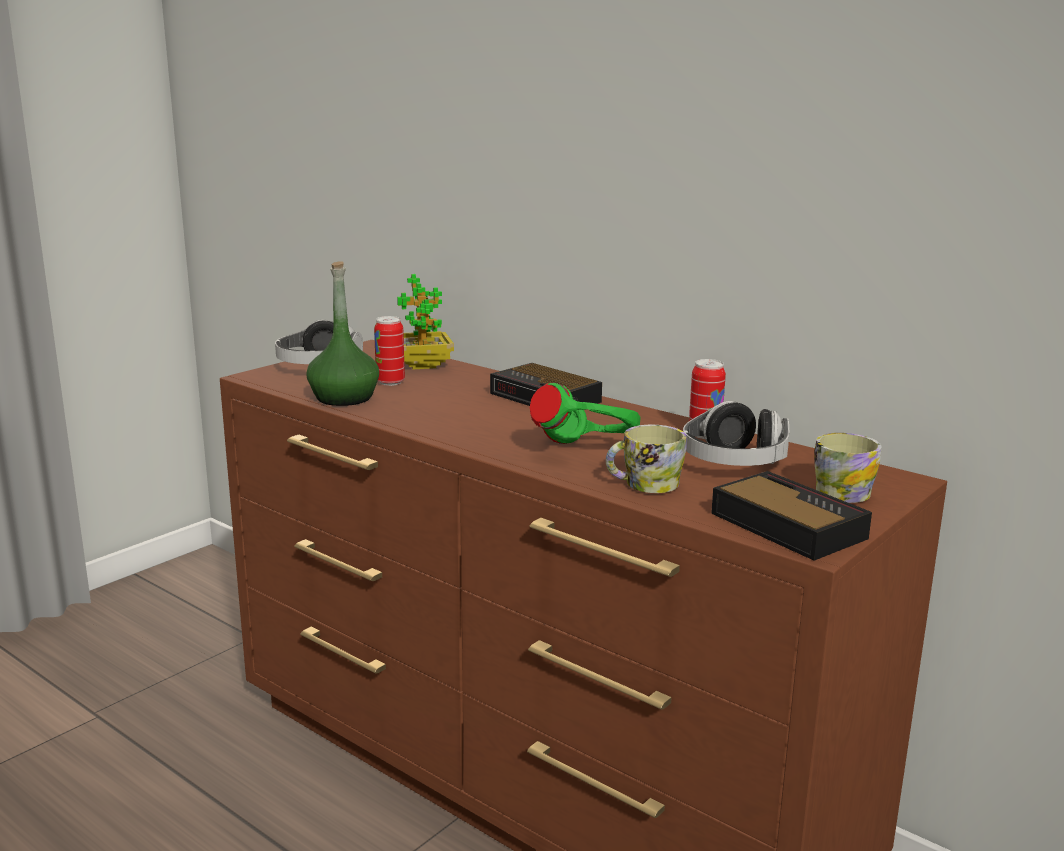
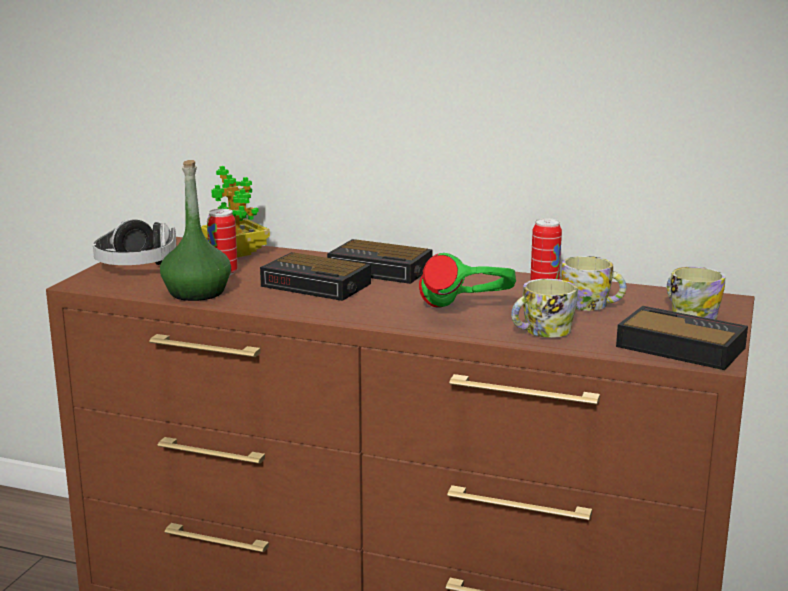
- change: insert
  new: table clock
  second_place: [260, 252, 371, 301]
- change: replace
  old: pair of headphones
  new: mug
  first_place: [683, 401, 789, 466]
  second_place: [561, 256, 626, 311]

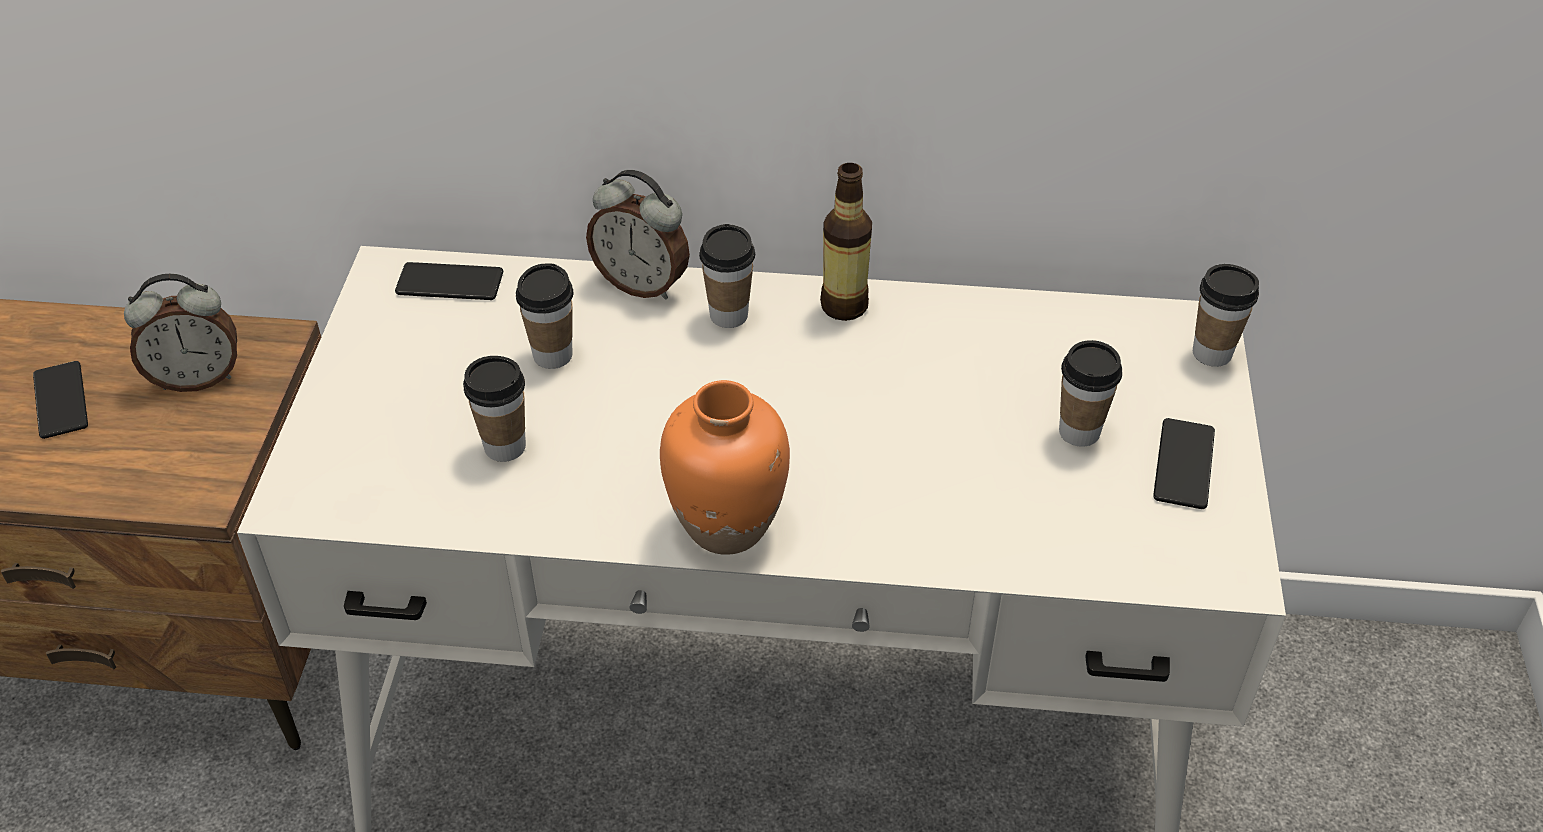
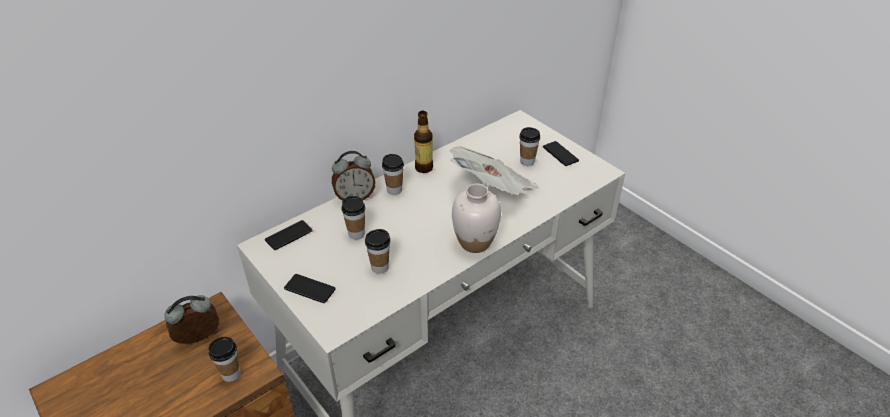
- change: insert
  new: printed paper
  second_place: [449, 146, 537, 196]
- change: move
  old: phone
  first_place: [33, 361, 88, 439]
  second_place: [284, 274, 336, 303]
- change: move
  old: drinking cup
  first_place: [1193, 264, 1259, 367]
  second_place: [209, 337, 241, 382]
- change: recolor
  old: orangey vase
  new: white-coloured vase
  first_place: [660, 380, 790, 555]
  second_place: [452, 184, 501, 253]
- change: rotate
  old: table clock
  first_place: [124, 274, 237, 392]
  second_place: [164, 295, 219, 344]
  degrees: -150

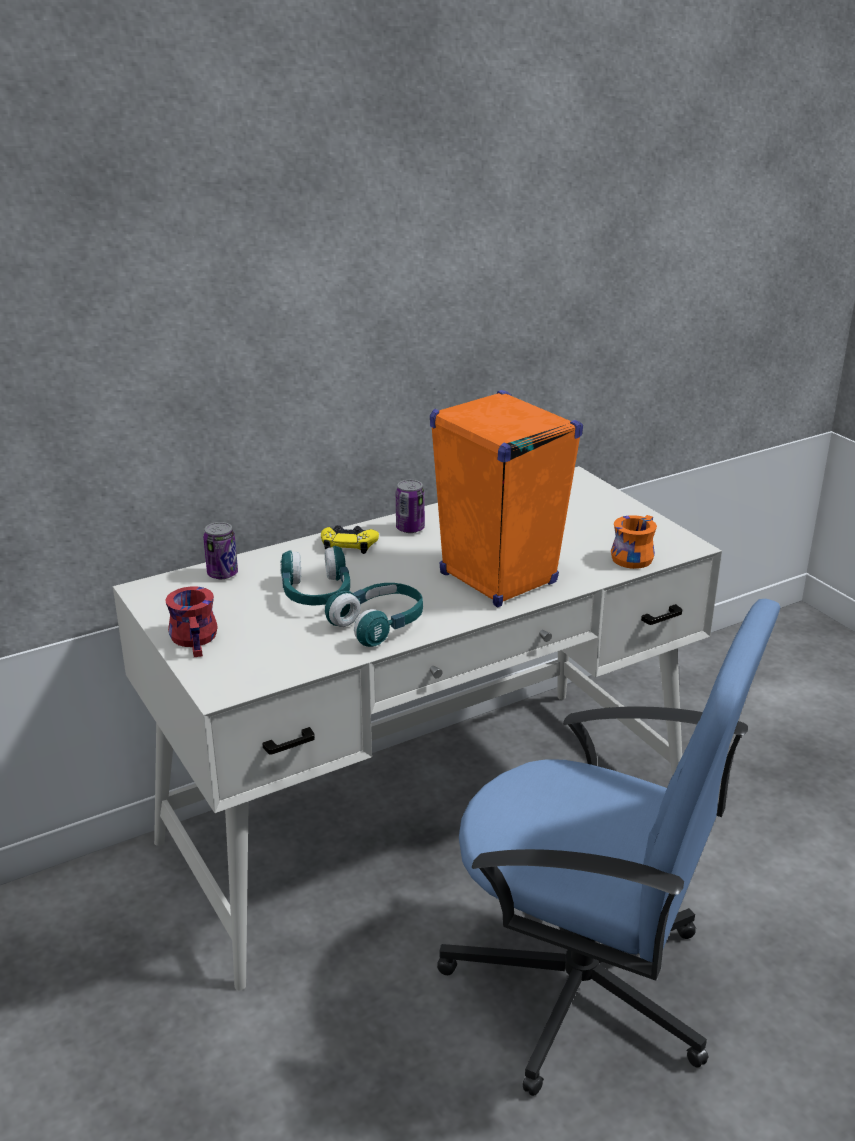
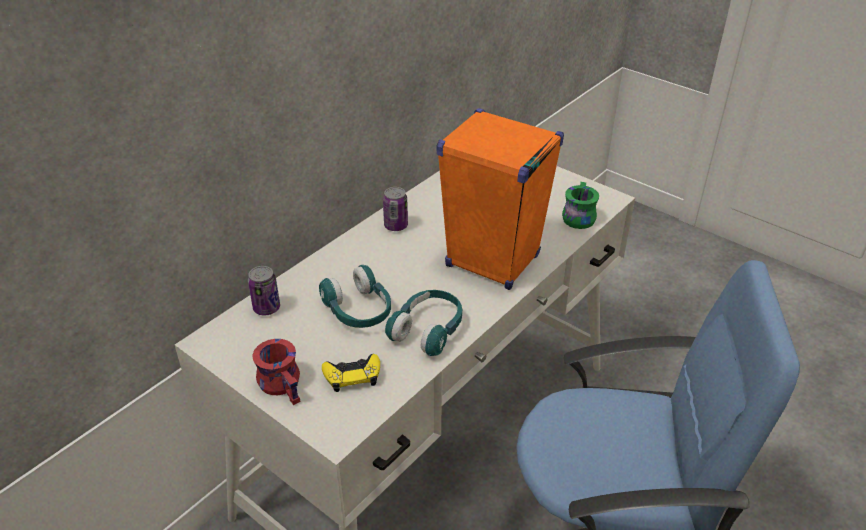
- change: move
  old: yellow-coloured gamepad
  first_place: [321, 525, 379, 554]
  second_place: [322, 354, 380, 392]
- change: recolor
  old: orangey mug
  new: green-coloured mug
  first_place: [611, 515, 657, 569]
  second_place: [562, 182, 599, 229]

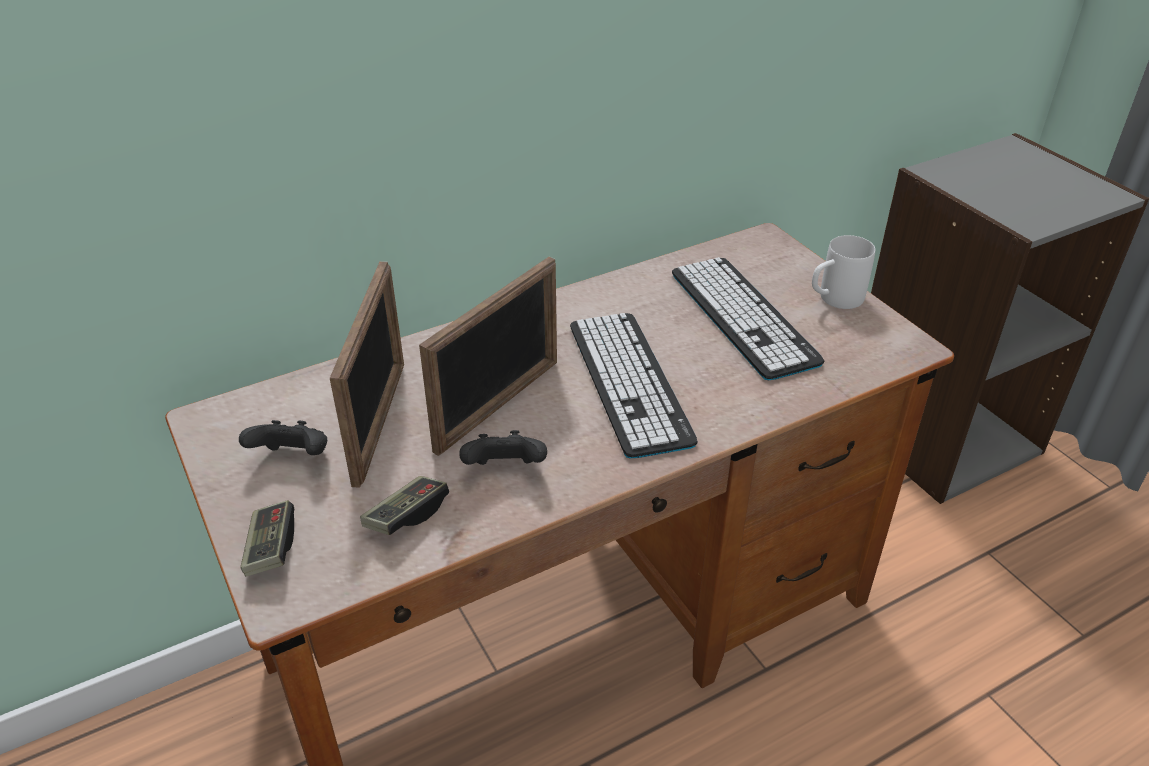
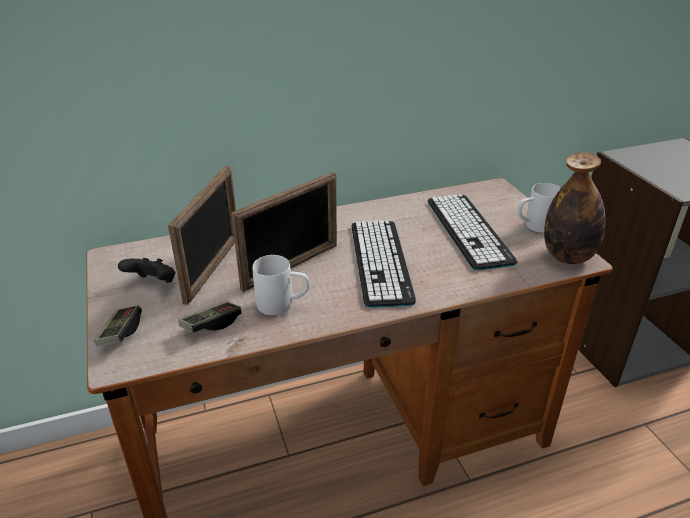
- change: insert
  new: beverage bottle
  second_place: [544, 152, 605, 264]
- change: replace
  old: black gamepad
  new: white-coloured mug
  first_place: [459, 430, 547, 465]
  second_place: [253, 255, 309, 315]

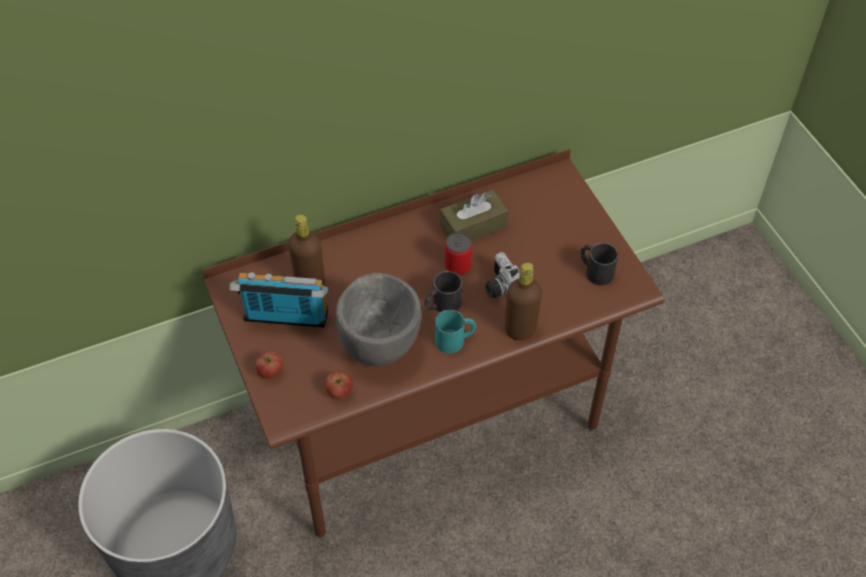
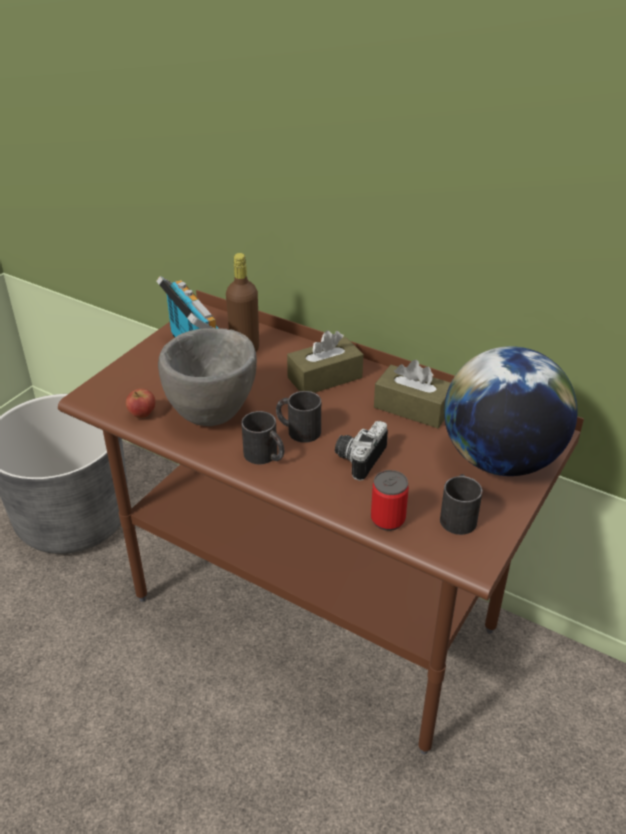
- change: delete
  old: apple fruit
  first_place: [255, 351, 283, 379]
- change: delete
  old: brownish beverage bottle
  first_place: [505, 262, 542, 340]
- change: insert
  new: brownish tissue holder
  second_place: [287, 331, 363, 393]
- change: insert
  new: desk globe
  second_place: [444, 346, 577, 476]
- change: move
  old: metal can
  first_place: [445, 232, 472, 275]
  second_place: [371, 470, 409, 531]
- change: recolor
  old: turquoise mug
  new: black mug
  first_place: [435, 310, 476, 353]
  second_place: [241, 411, 284, 464]

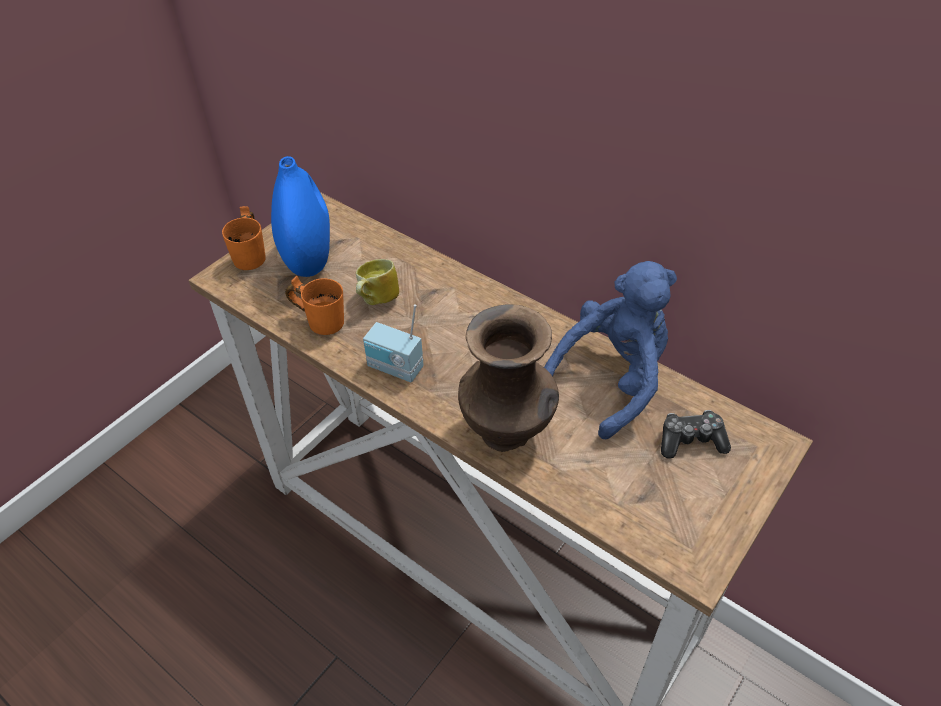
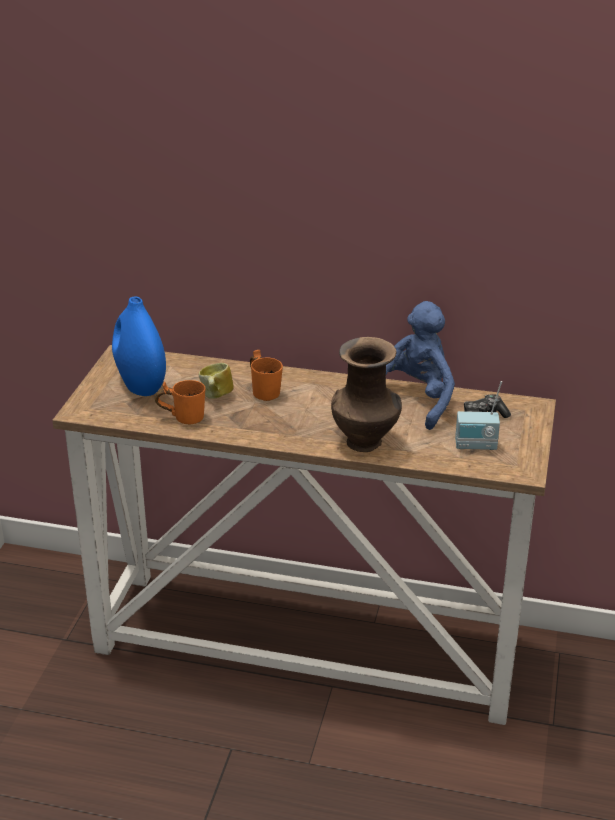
- change: move
  old: orangey mug
  first_place: [222, 206, 266, 270]
  second_place: [250, 350, 283, 401]
- change: move
  old: radio receiver
  first_place: [363, 304, 424, 382]
  second_place: [455, 381, 502, 450]

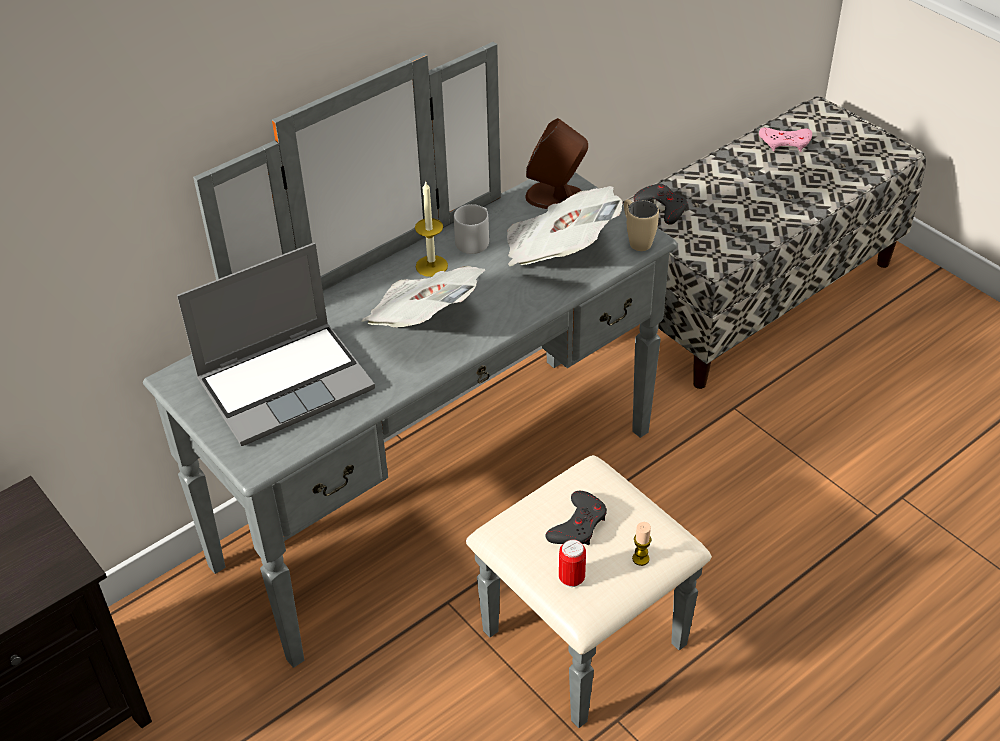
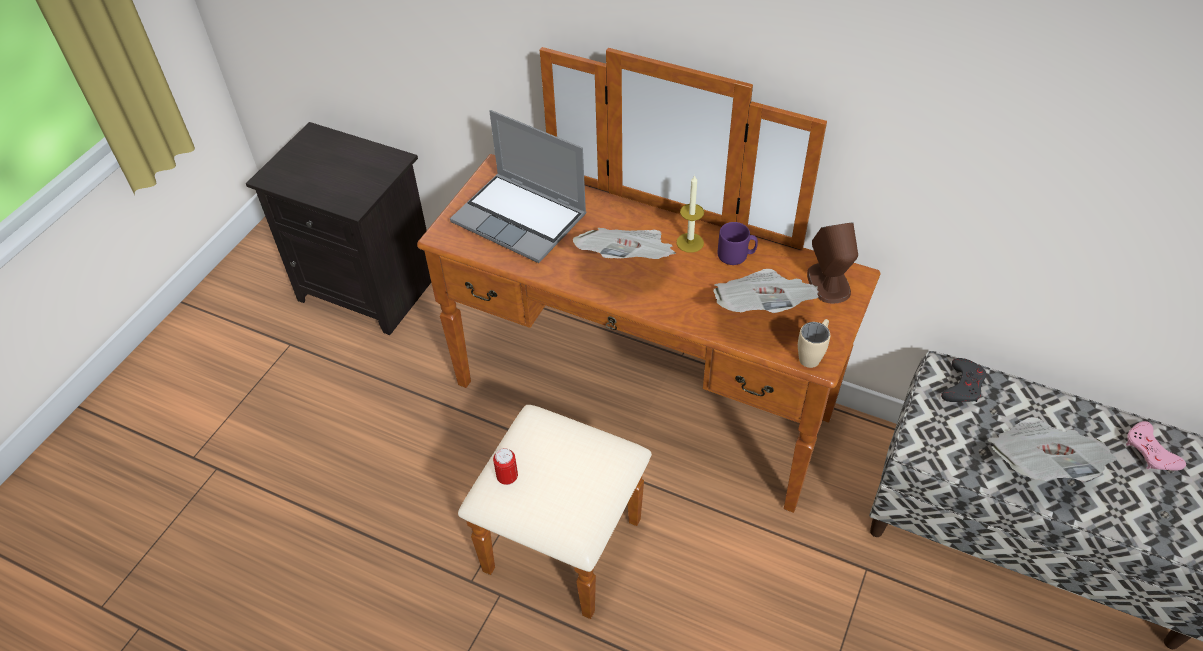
- change: delete
  old: greyish gamepad
  first_place: [545, 491, 607, 545]
- change: delete
  old: wax light
  first_place: [632, 522, 652, 566]
- change: insert
  new: printed paper
  second_place: [988, 417, 1117, 482]
- change: recolor
  old: greyish dresser
  new: brownish dresser
  first_place: [143, 42, 712, 728]
  second_place: [417, 47, 881, 619]
- change: recolor
  old: greyish mug
  new: purple mug
  first_place: [454, 204, 489, 254]
  second_place: [718, 222, 758, 265]

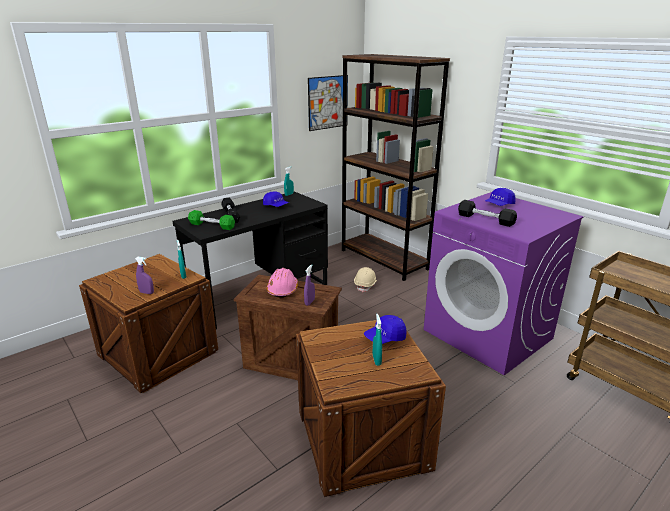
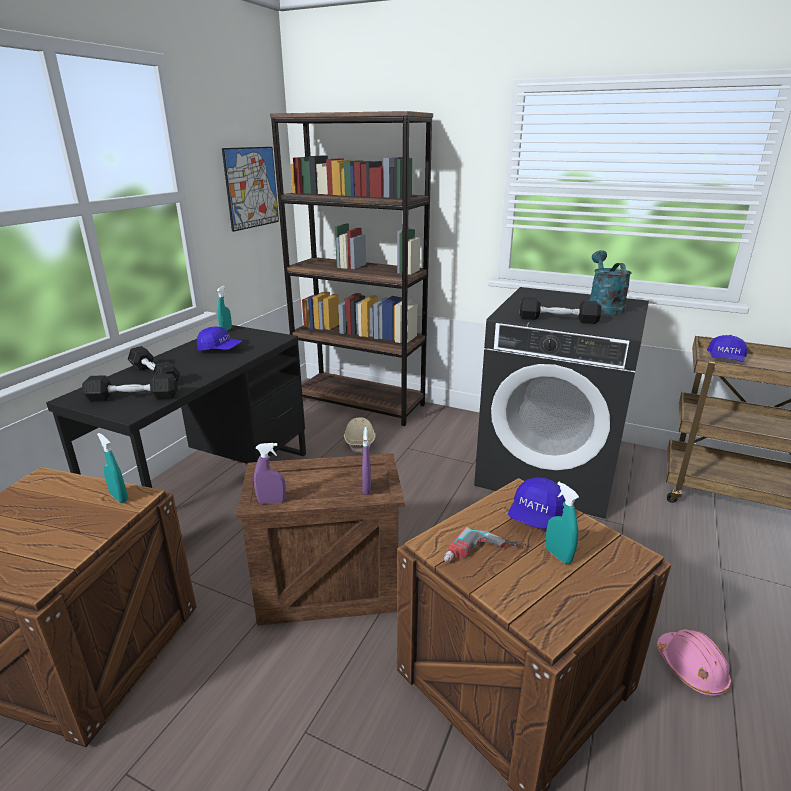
- change: insert
  new: electric drill
  second_place: [444, 527, 526, 562]
- change: insert
  new: turquoise watering can
  second_place: [589, 250, 632, 315]
- change: move
  old: purple sprayer
  first_place: [135, 257, 154, 294]
  second_place: [254, 443, 286, 504]
- change: move
  old: pink-coloured hard hat
  first_place: [267, 268, 298, 298]
  second_place: [657, 629, 732, 696]
- change: move
  old: blue-coloured cap
  first_place: [485, 188, 516, 206]
  second_place: [707, 335, 747, 362]
- change: recolor
  old: green-coloured dumbbell
  new: black dumbbell
  first_place: [188, 210, 235, 230]
  second_place: [82, 374, 178, 402]
- change: recolor
  old: purple laundry machine
  new: black laundry machine
  first_place: [424, 192, 584, 375]
  second_place: [474, 287, 649, 519]

